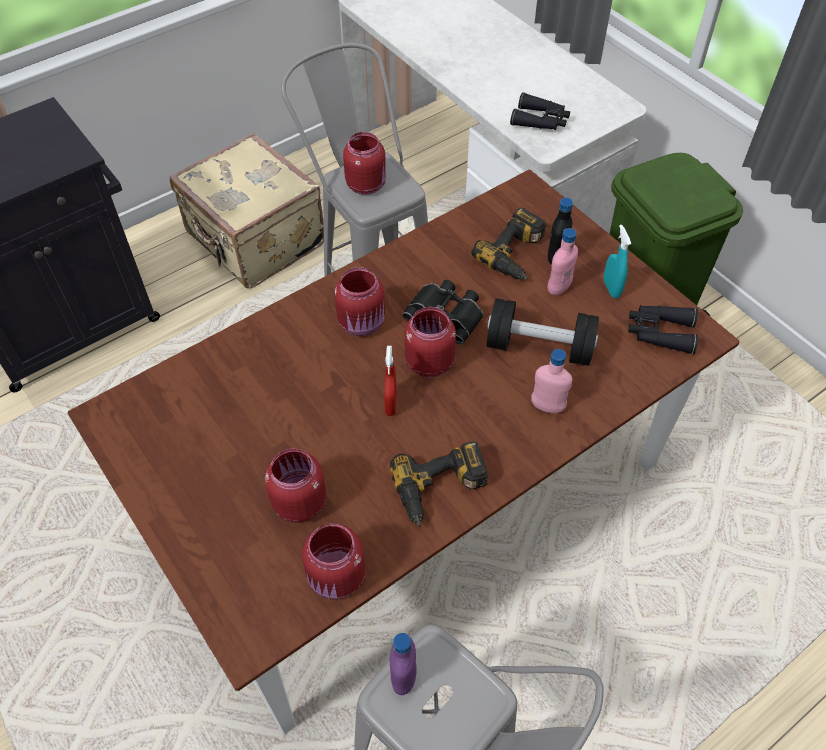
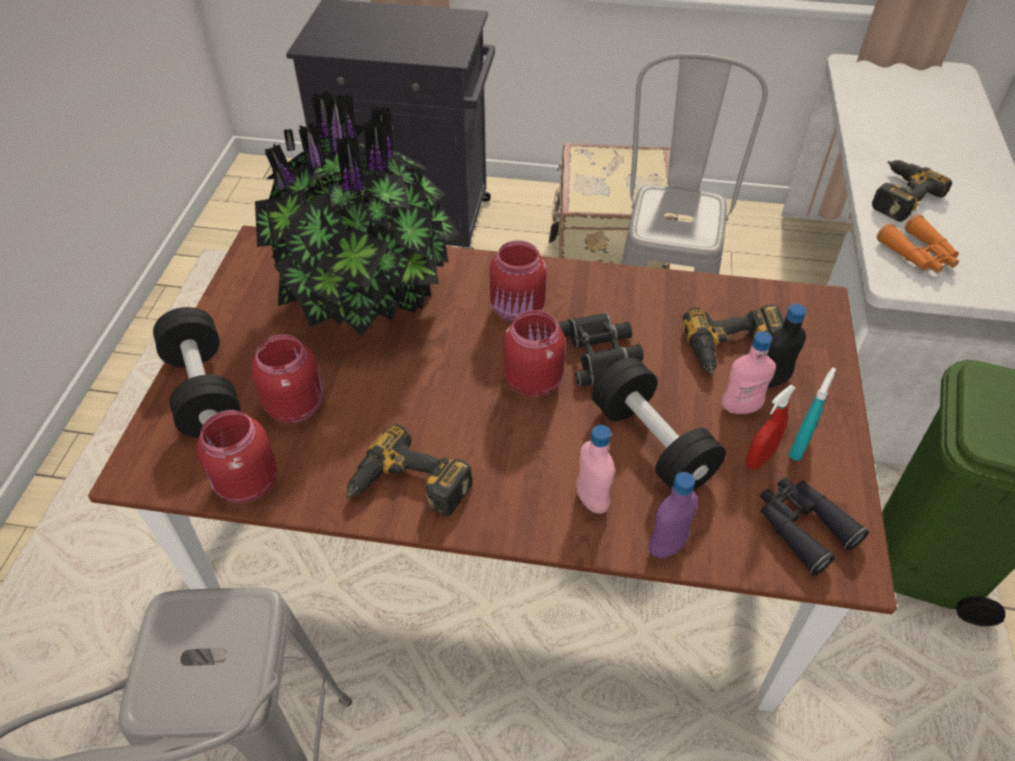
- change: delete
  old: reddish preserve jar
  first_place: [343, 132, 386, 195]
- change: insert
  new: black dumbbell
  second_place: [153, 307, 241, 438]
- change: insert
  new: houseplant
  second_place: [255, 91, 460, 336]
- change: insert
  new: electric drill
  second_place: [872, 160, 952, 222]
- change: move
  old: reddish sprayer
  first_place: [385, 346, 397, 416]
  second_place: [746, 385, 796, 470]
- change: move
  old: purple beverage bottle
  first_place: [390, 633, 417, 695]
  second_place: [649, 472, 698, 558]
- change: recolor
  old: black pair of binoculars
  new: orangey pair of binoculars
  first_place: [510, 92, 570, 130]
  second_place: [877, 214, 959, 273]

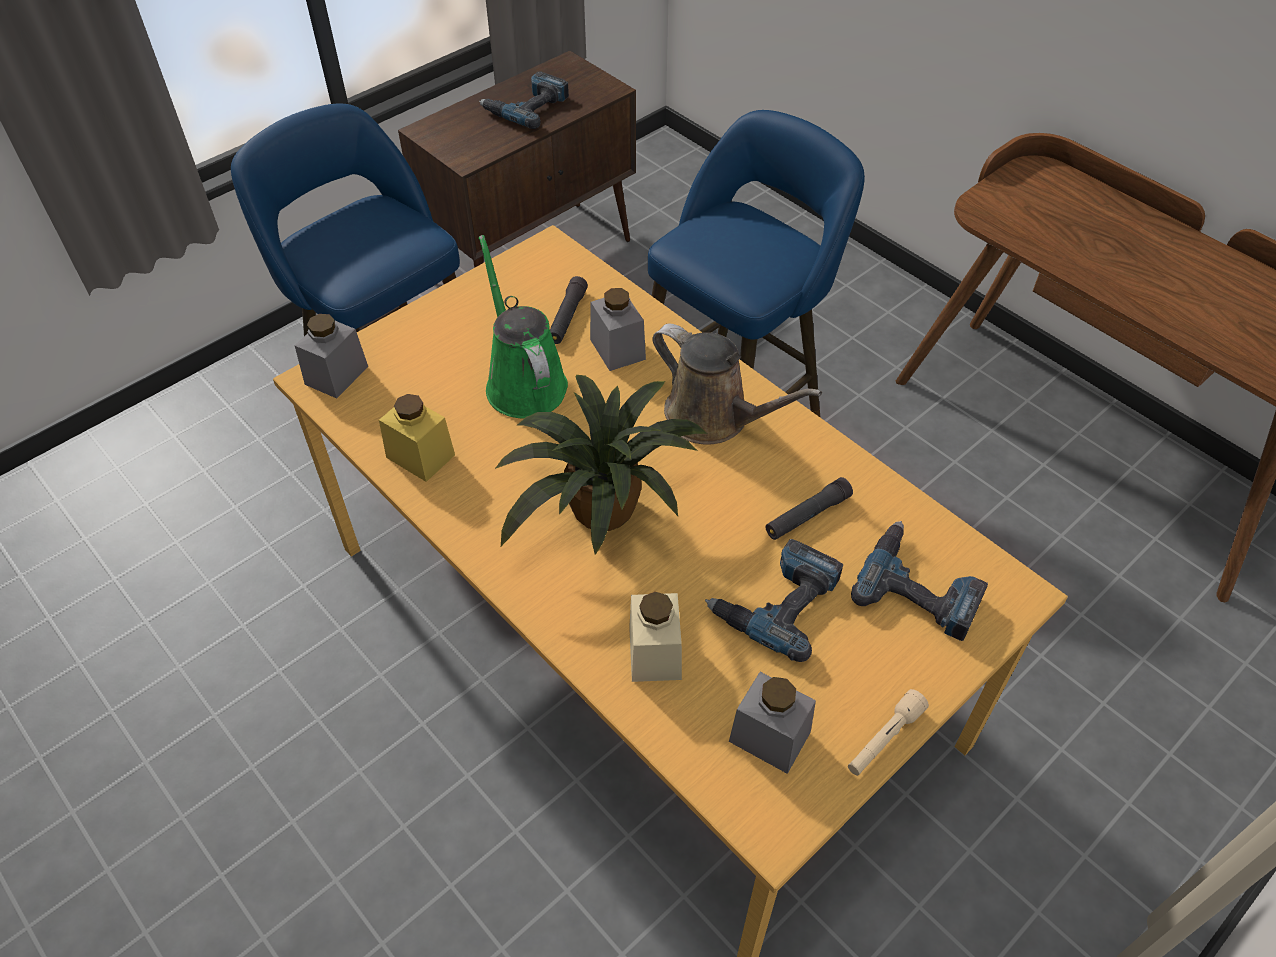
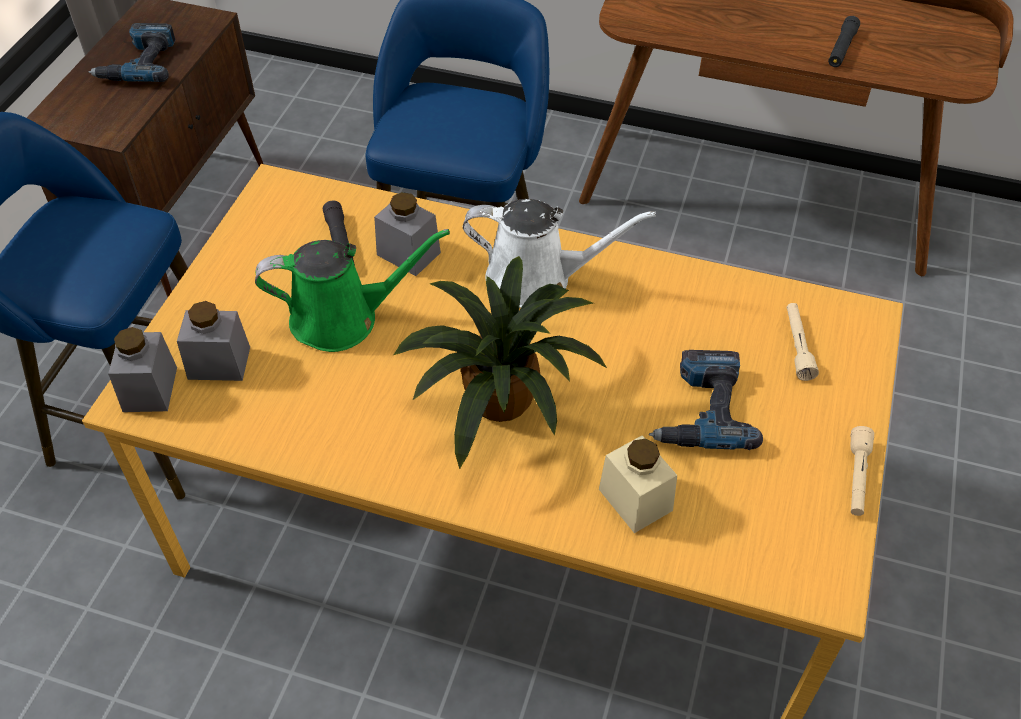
- change: delete
  old: yellow-coloured preserve jar
  first_place: [379, 394, 455, 482]
- change: move
  old: greyish preserve jar
  first_place: [729, 672, 816, 774]
  second_place: [177, 301, 250, 381]
- change: move
  old: black hand torch
  first_place: [766, 477, 853, 540]
  second_place: [828, 16, 860, 67]
- change: replace
  old: electric drill
  new: beige hand torch
  first_place: [851, 521, 988, 641]
  second_place: [787, 303, 819, 381]
- change: recolor
  old: brownish watering can
  new: white-coloured watering can
  first_place: [652, 324, 822, 445]
  second_place: [463, 199, 656, 308]
- change: rotate
  old: green-coloured watering can
  first_place: [479, 235, 568, 419]
  second_place: [255, 229, 450, 352]
  degrees: 135

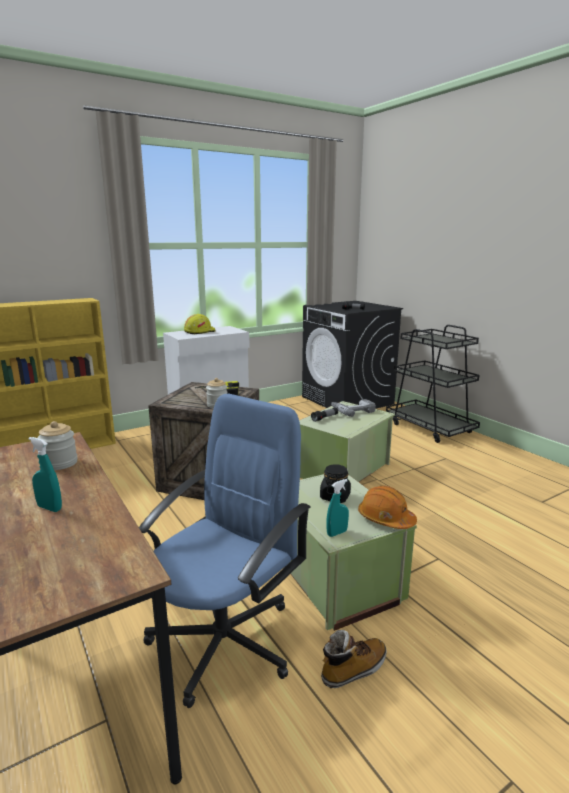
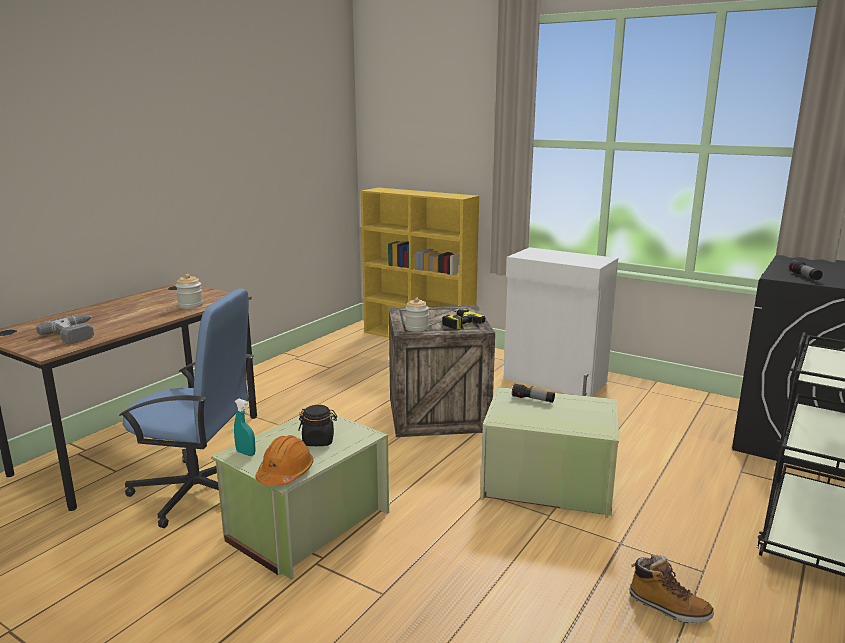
- change: delete
  old: turquoise sprayer
  first_place: [28, 437, 62, 512]
- change: delete
  old: yellow-coloured hard hat
  first_place: [184, 314, 216, 334]
- change: move
  old: high-top boot
  first_place: [321, 629, 387, 688]
  second_place: [630, 555, 714, 623]
- change: move
  old: electric drill
  first_place: [331, 399, 376, 417]
  second_place: [36, 315, 94, 344]

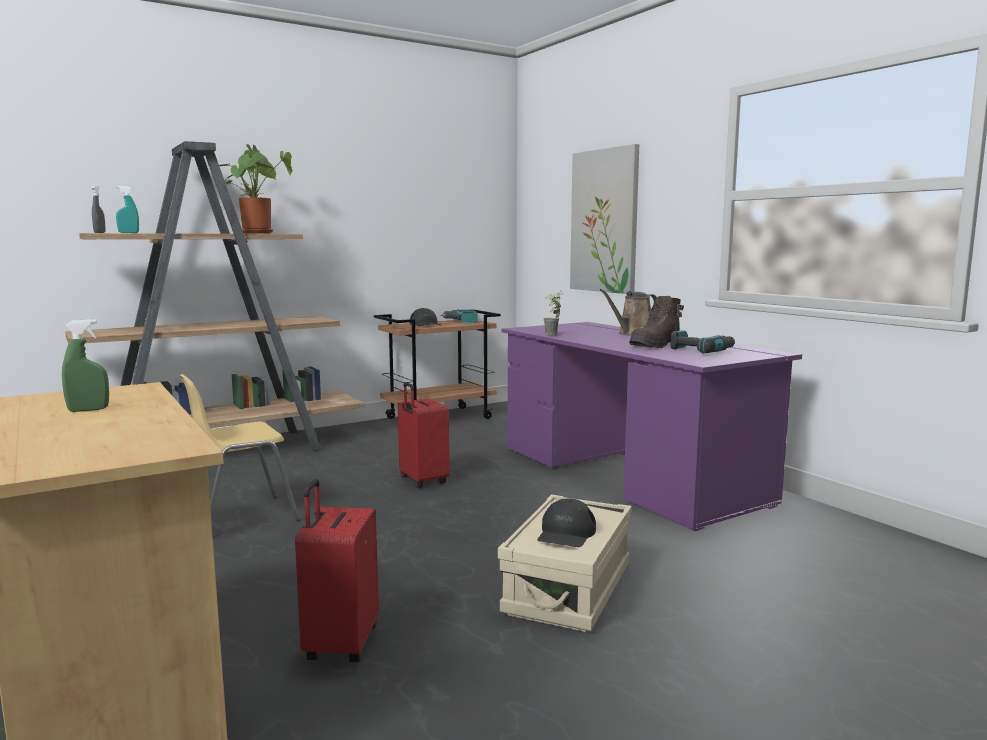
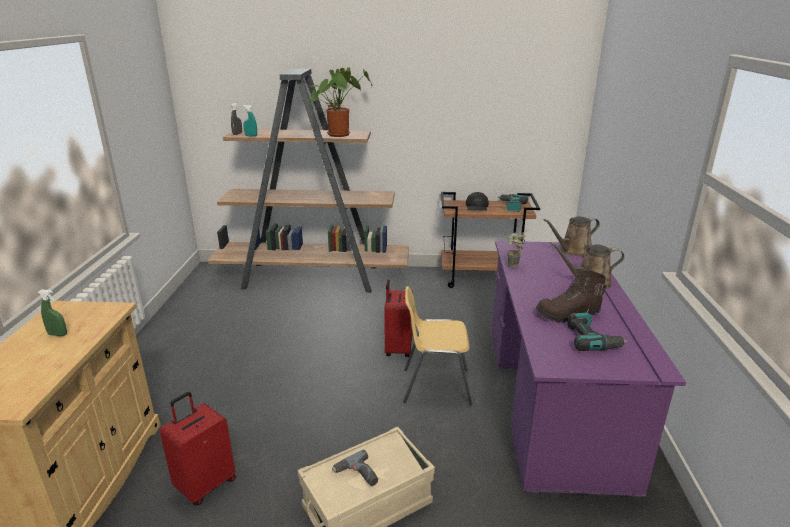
- change: delete
  old: wall art
  first_place: [570, 144, 639, 294]
- change: insert
  new: brownish watering can
  second_place: [544, 216, 600, 256]
- change: move
  old: yellow-coloured upright chair
  first_place: [179, 374, 300, 521]
  second_place: [403, 286, 473, 406]
- change: replace
  old: black cap
  new: electric drill
  first_place: [537, 498, 596, 547]
  second_place: [332, 449, 378, 486]

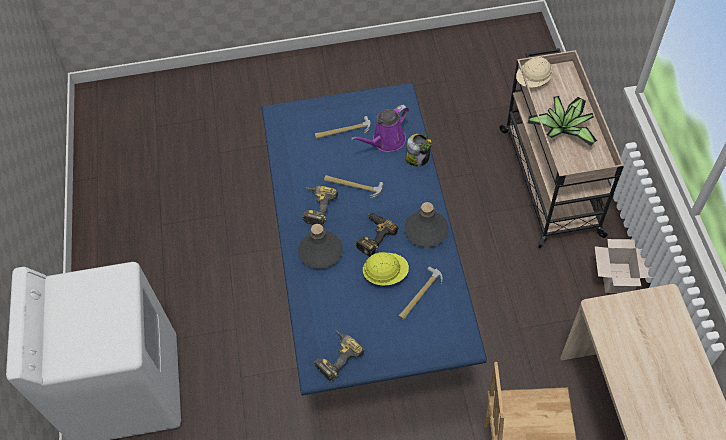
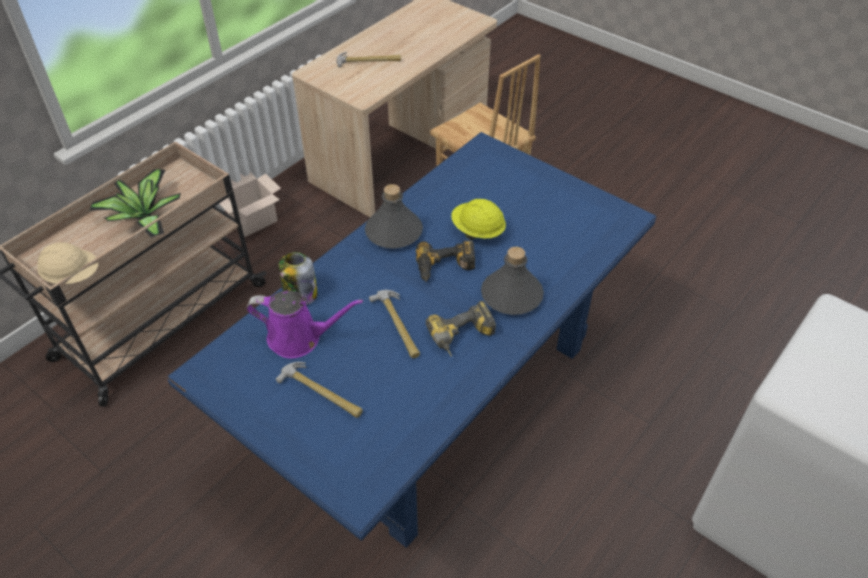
- change: delete
  old: electric drill
  first_place: [314, 330, 365, 382]
- change: move
  old: hammer
  first_place: [399, 266, 443, 320]
  second_place: [336, 52, 401, 68]

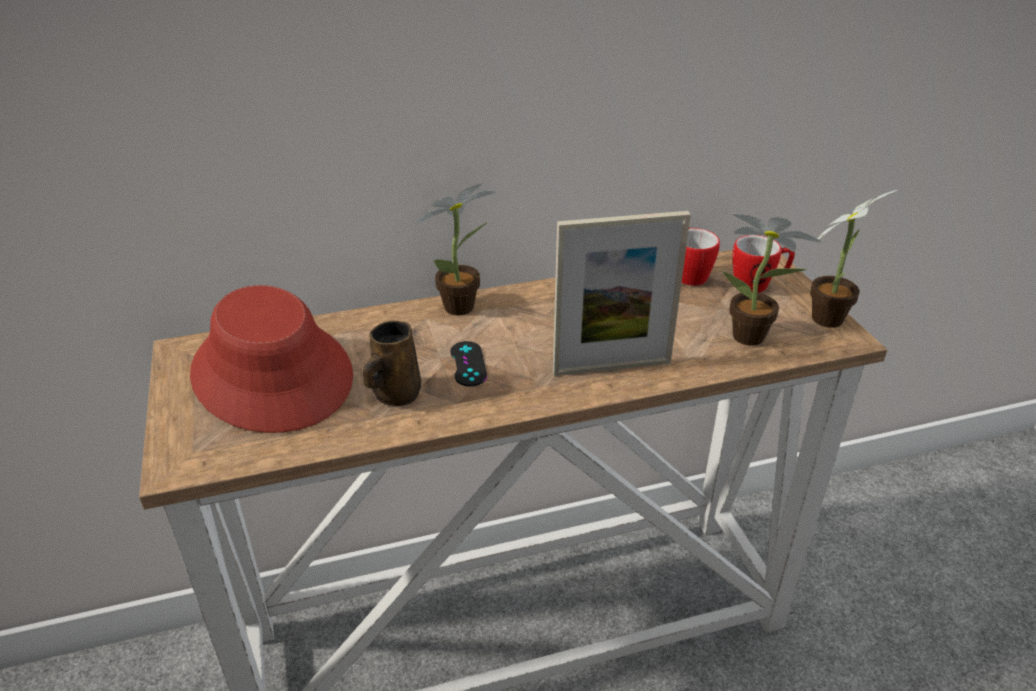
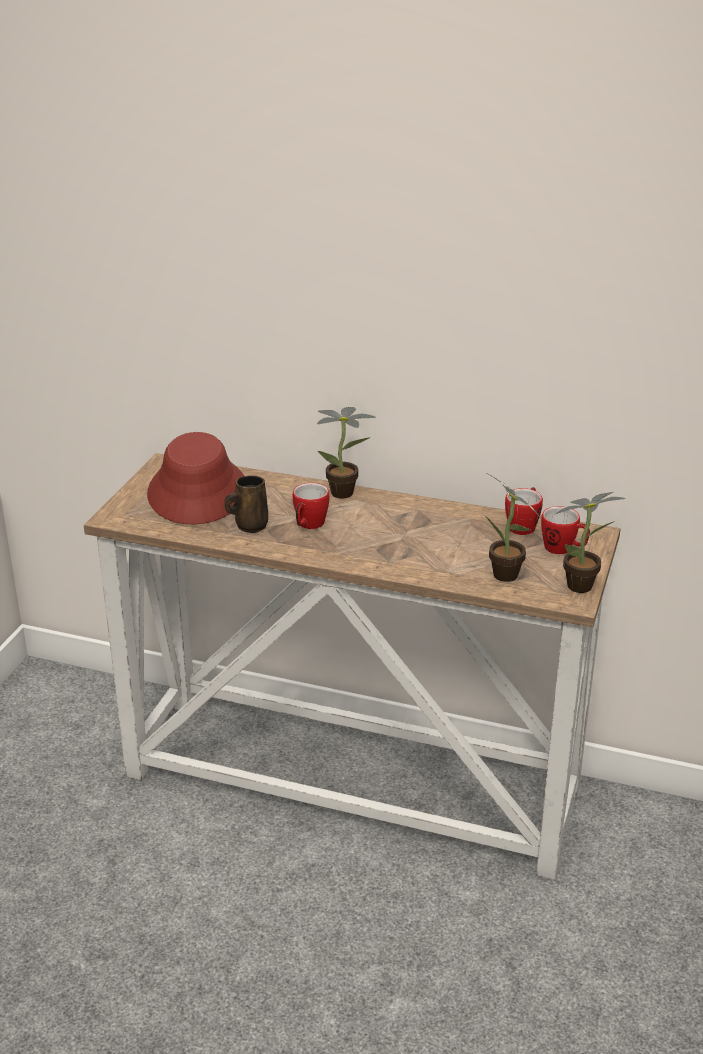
- change: delete
  old: standing frame
  first_place: [553, 211, 691, 376]
- change: replace
  old: black gamepad
  new: mug
  first_place: [450, 341, 487, 386]
  second_place: [293, 483, 329, 529]

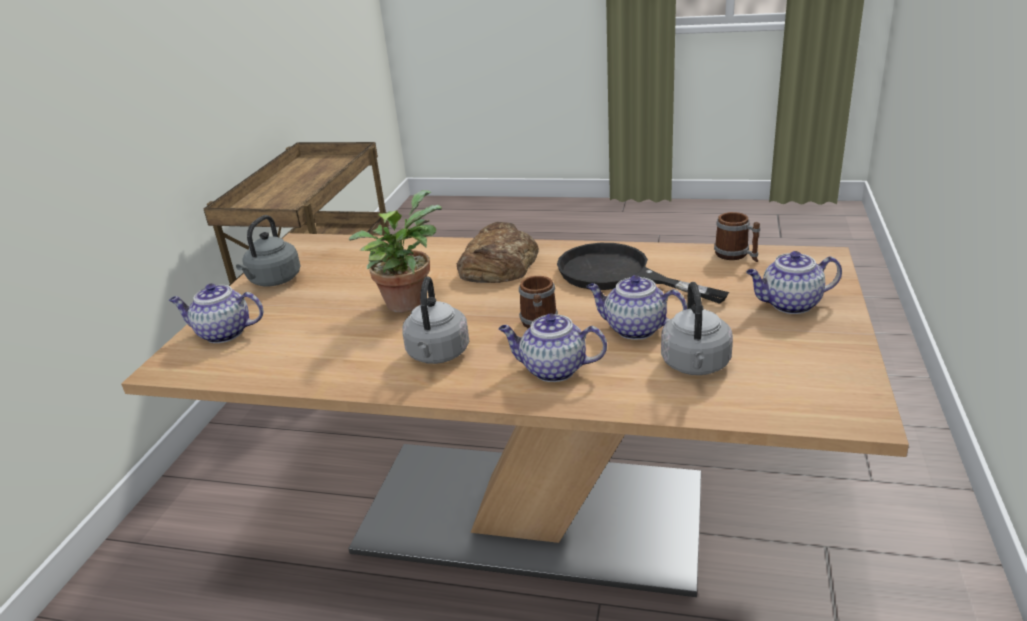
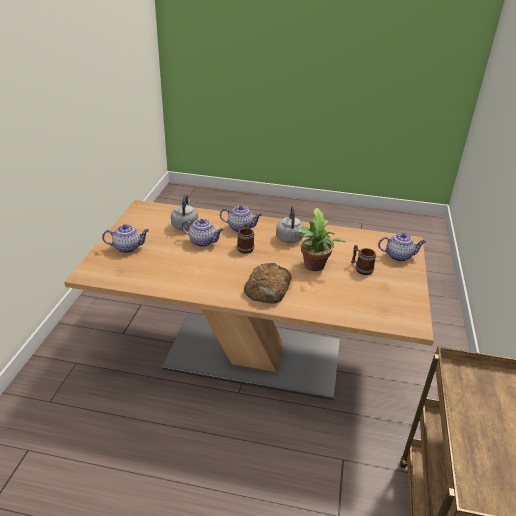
- change: delete
  old: greyish kettle
  first_place: [236, 215, 300, 287]
- change: delete
  old: black frying pan
  first_place: [557, 243, 729, 304]
- change: move
  old: mug
  first_place: [714, 212, 760, 262]
  second_place: [351, 245, 376, 275]

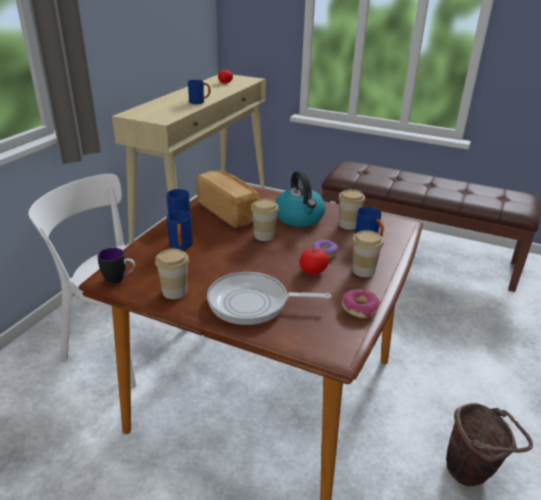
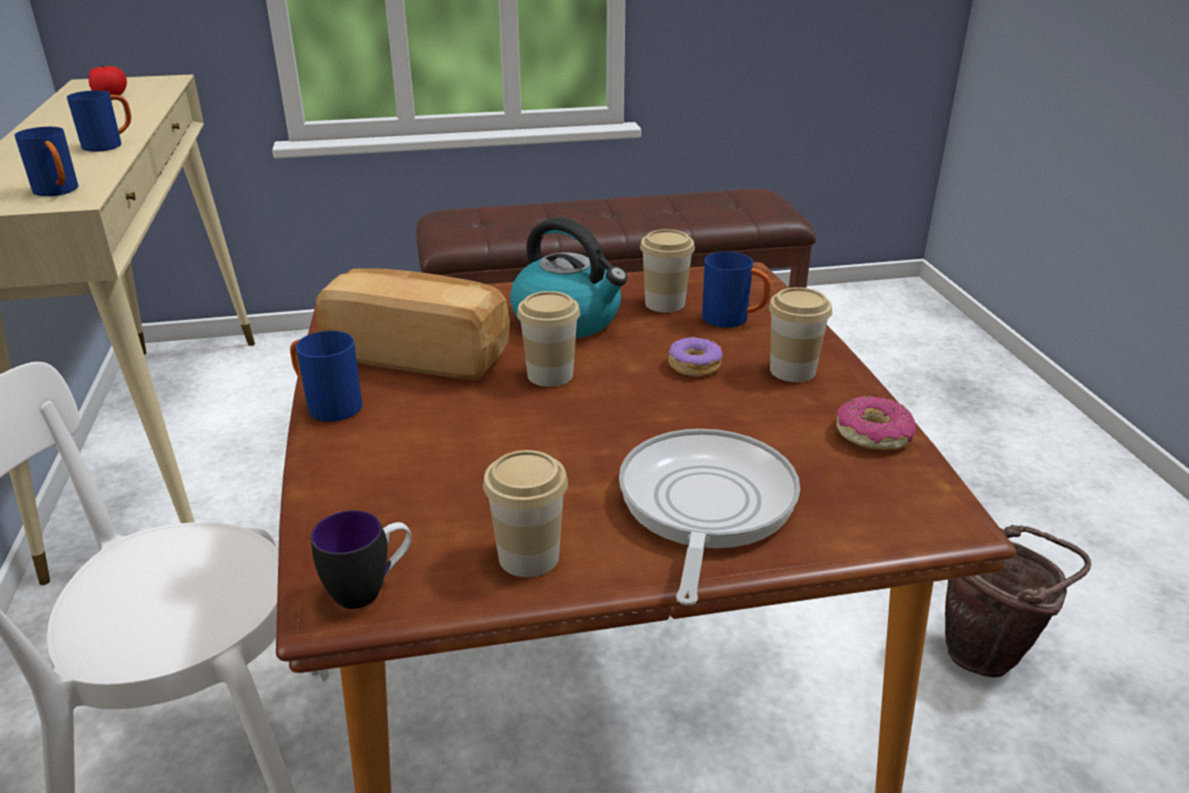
- change: delete
  old: fresh tomato
  first_place: [299, 248, 329, 275]
- change: move
  old: blue-coloured mug
  first_place: [167, 210, 193, 250]
  second_place: [14, 127, 78, 196]
- change: rotate
  old: frying pan
  first_place: [207, 272, 332, 325]
  second_place: [619, 429, 800, 605]
  degrees: 135

